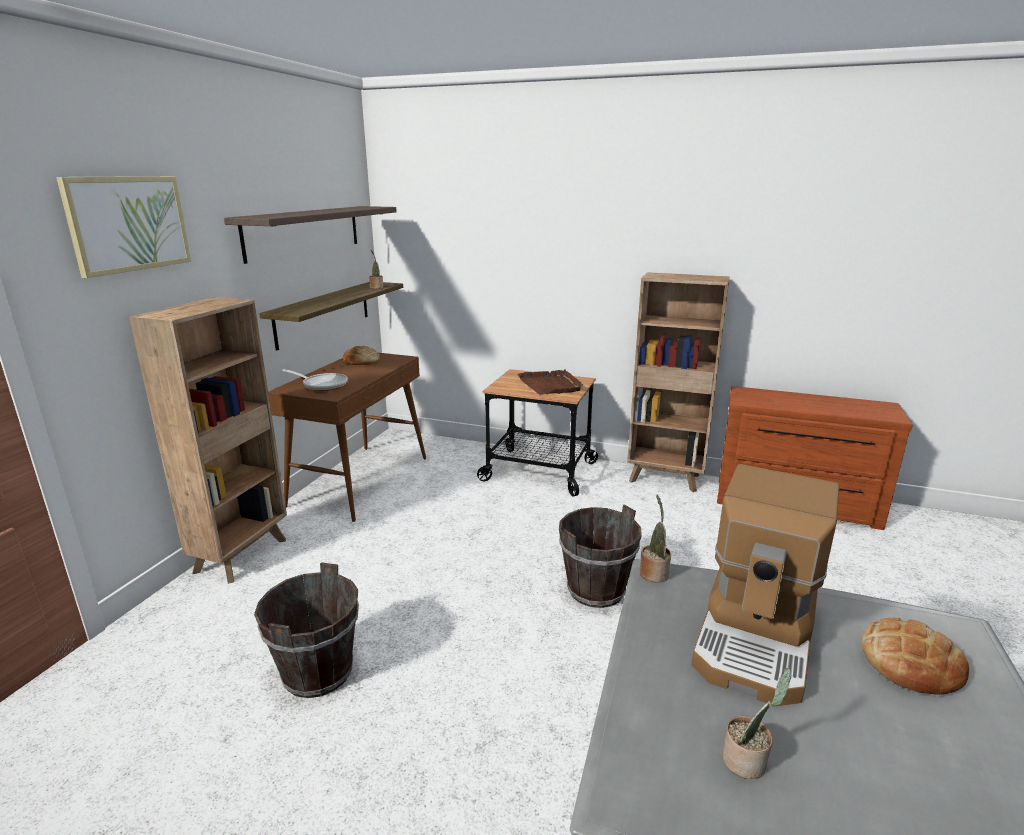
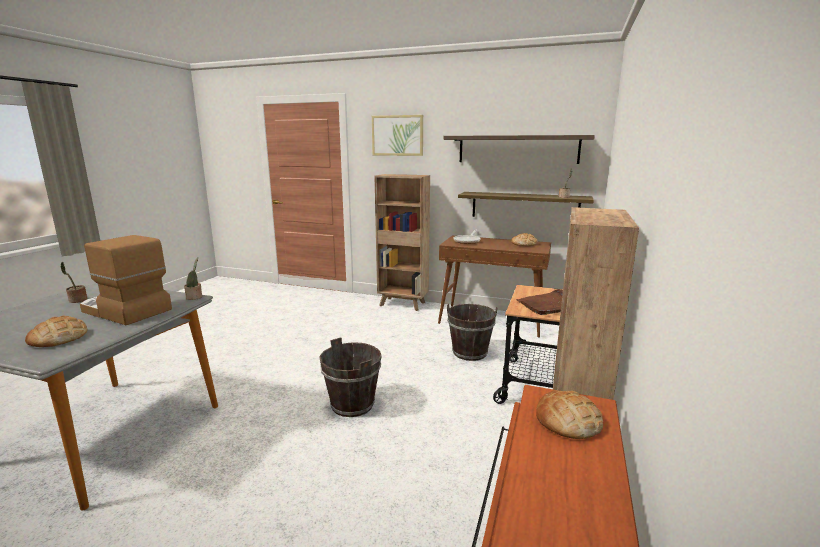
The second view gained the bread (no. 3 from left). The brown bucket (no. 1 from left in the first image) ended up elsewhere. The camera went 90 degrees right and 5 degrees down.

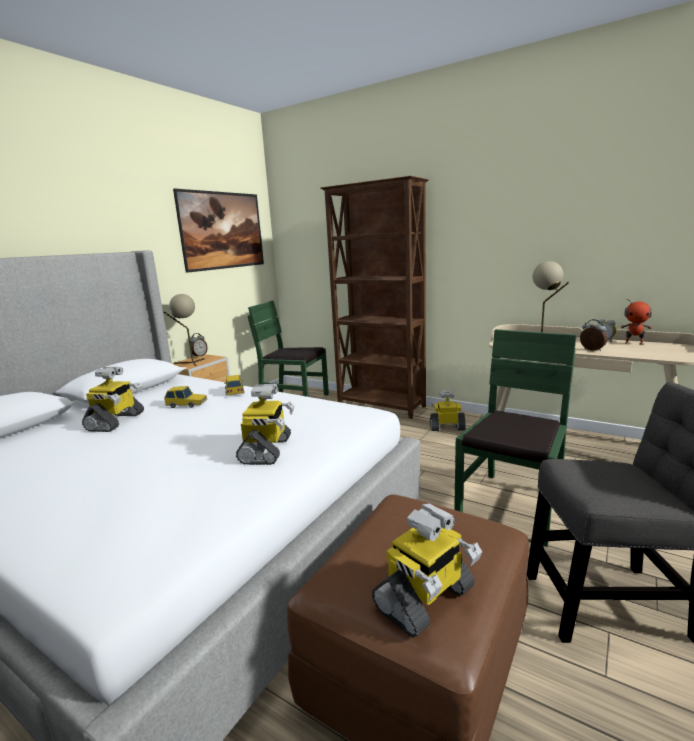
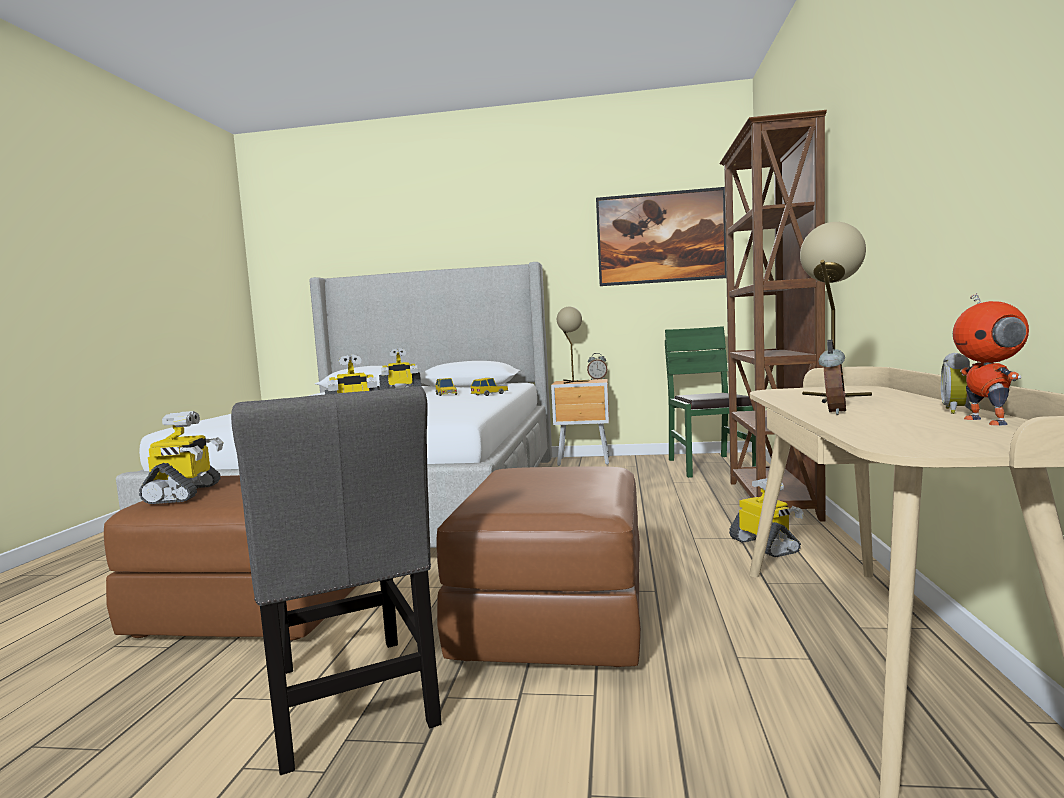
Where the green chair (no. 2 from left) stood, the brown ottoman (no. 2 from left) came to stand. The toy robot (no. 3 from left in the first image) ended up facing another way, 120 degrees counterclockwise from before. The camera went 65 degrees right and 10 degrees down.

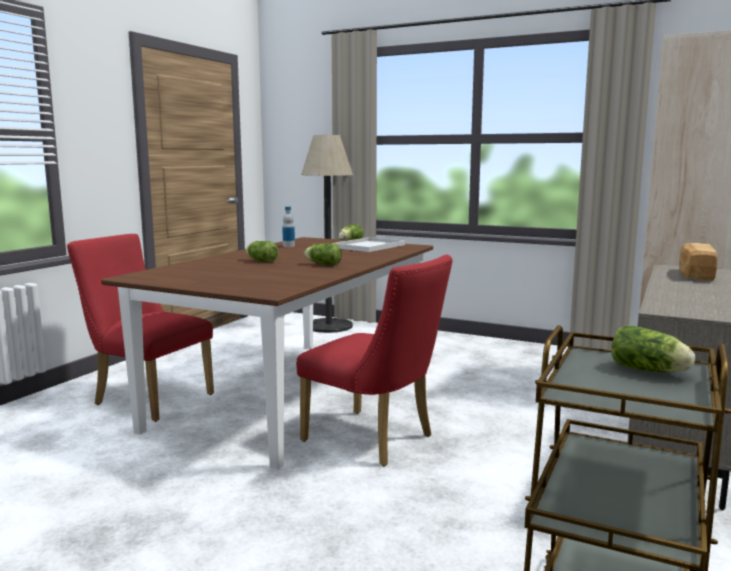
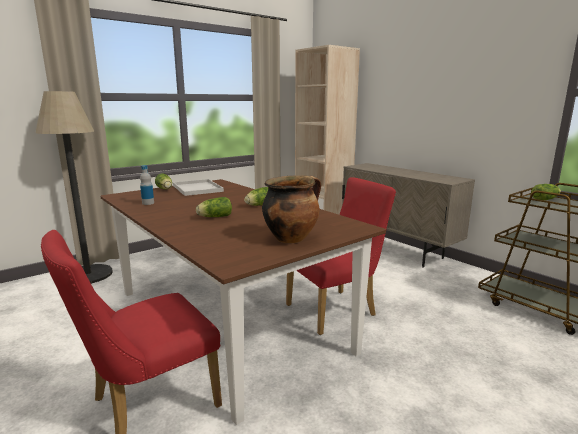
The second view lost the bread. The second view gained the cooking pot. The camera went 65 degrees left and 5 degrees up.

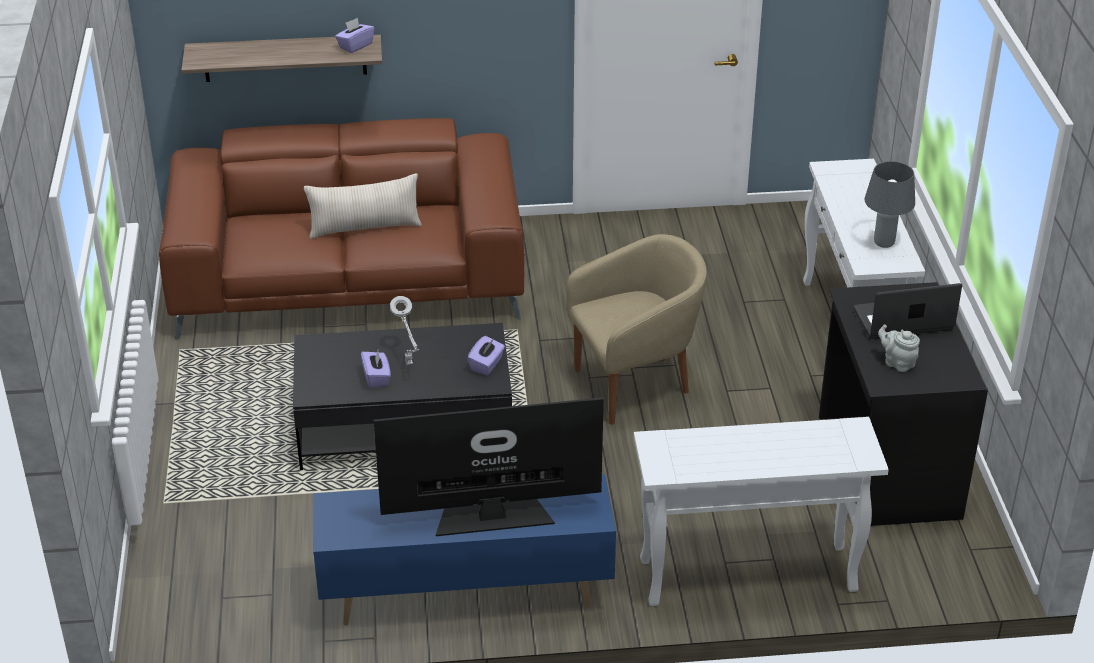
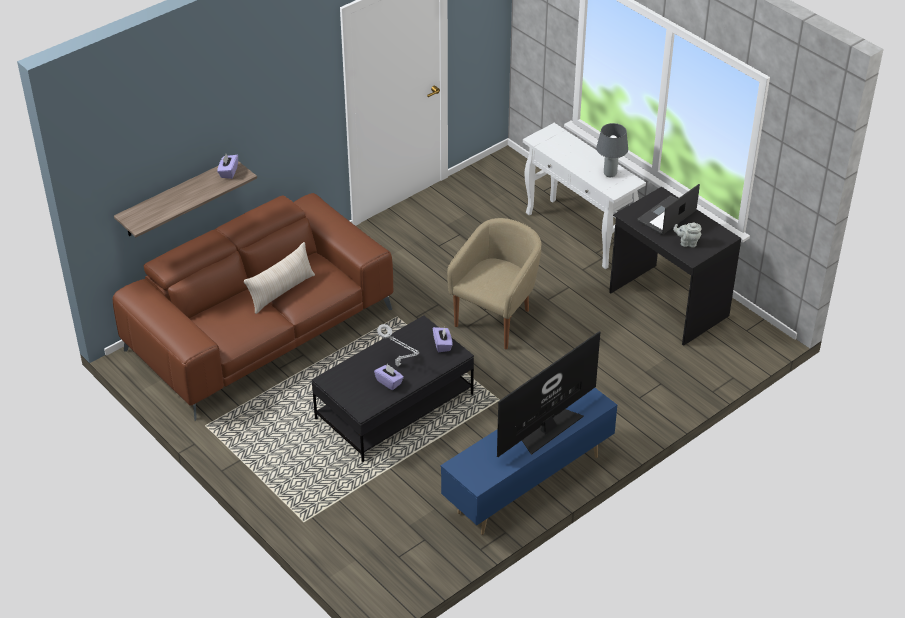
The second view lost the white console table (no. 1 from left). The camera went 35 degrees left and 5 degrees up.

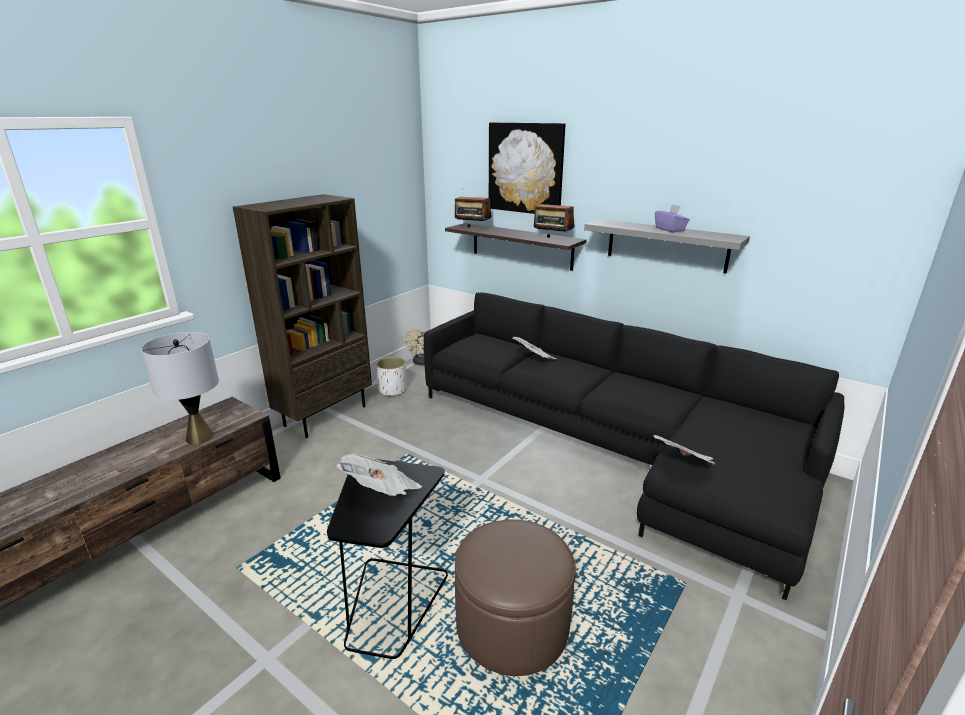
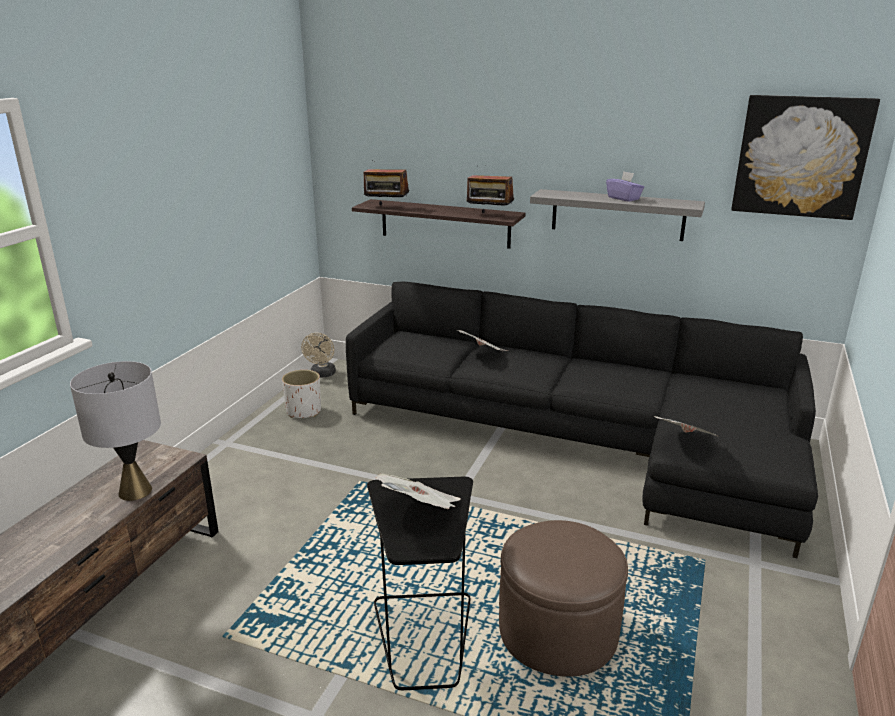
The second view lost the brown bookcase. The picture ended up elsewhere. The camera went 15 degrees left and 0 degrees up.

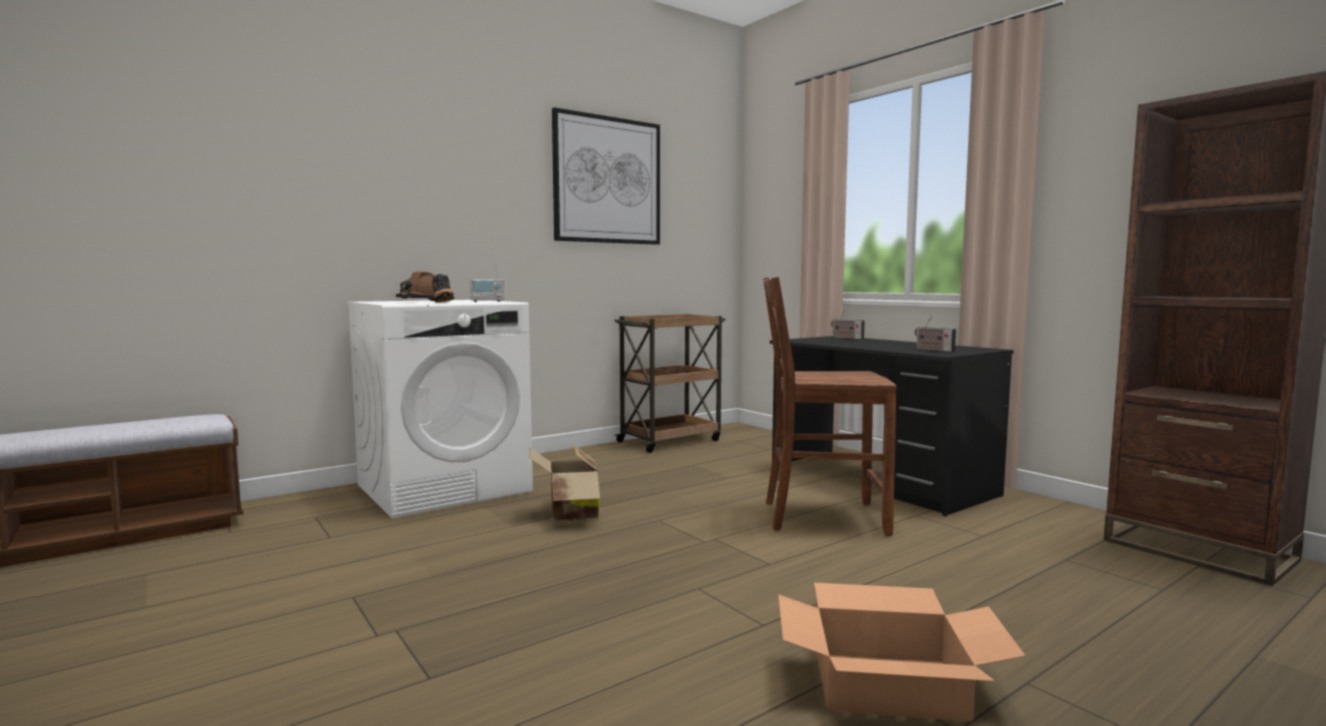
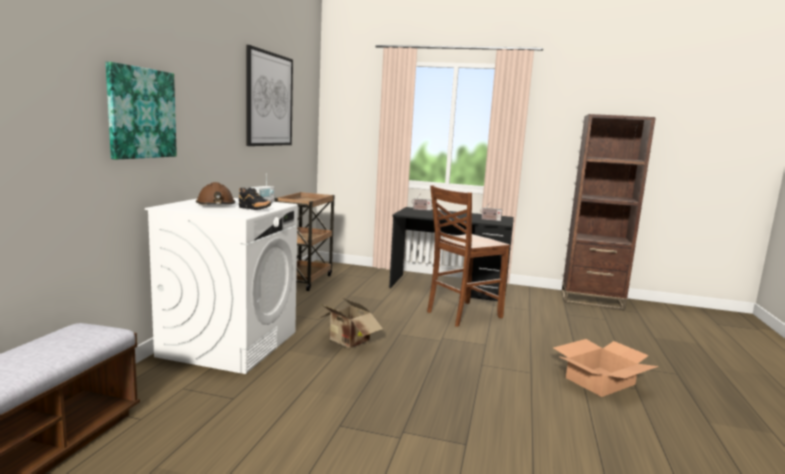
The second view gained the picture (no. 1 from left). The camera went 40 degrees left and 5 degrees up.

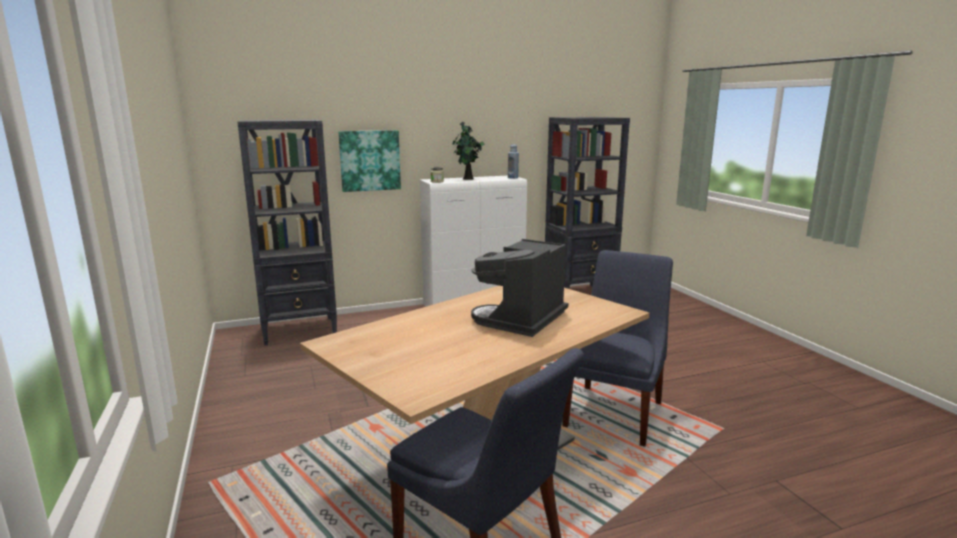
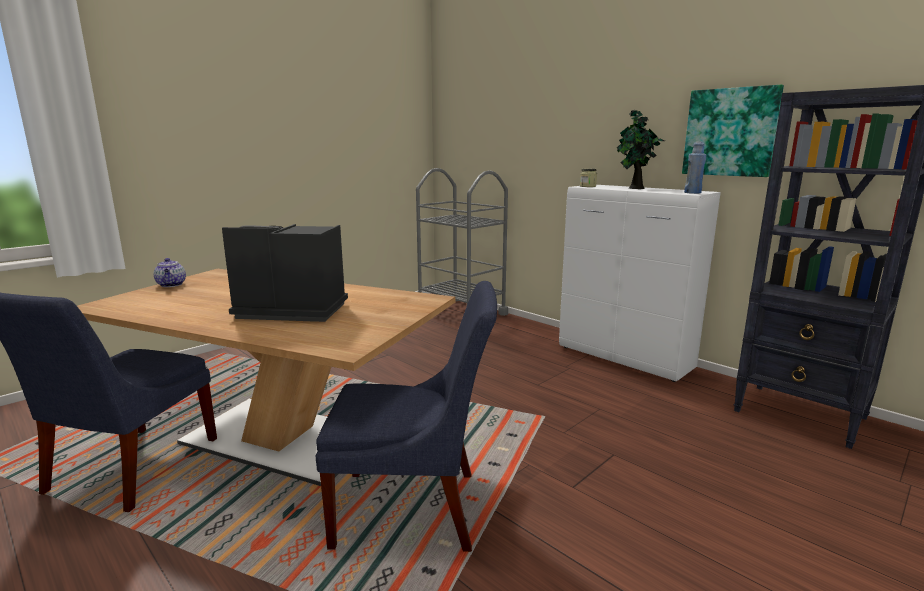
The second view gained the teapot. The picture ended up elsewhere. Where the black bookcase (no. 1 from left) stood, the grey cart came to stand. The camera went 65 degrees right and 0 degrees up.

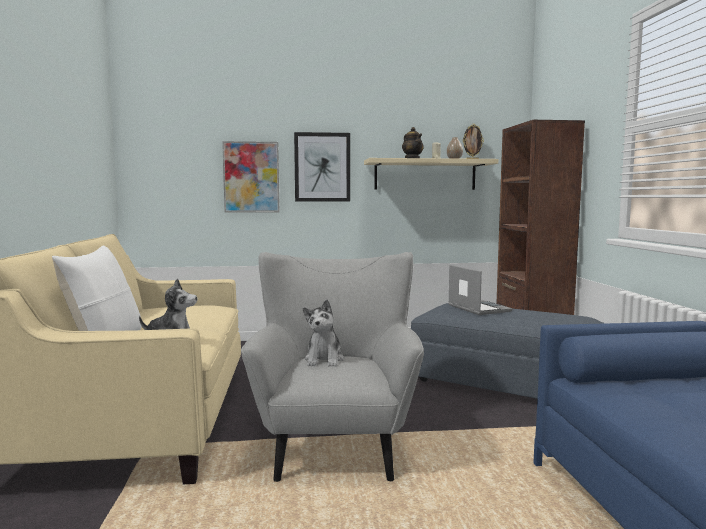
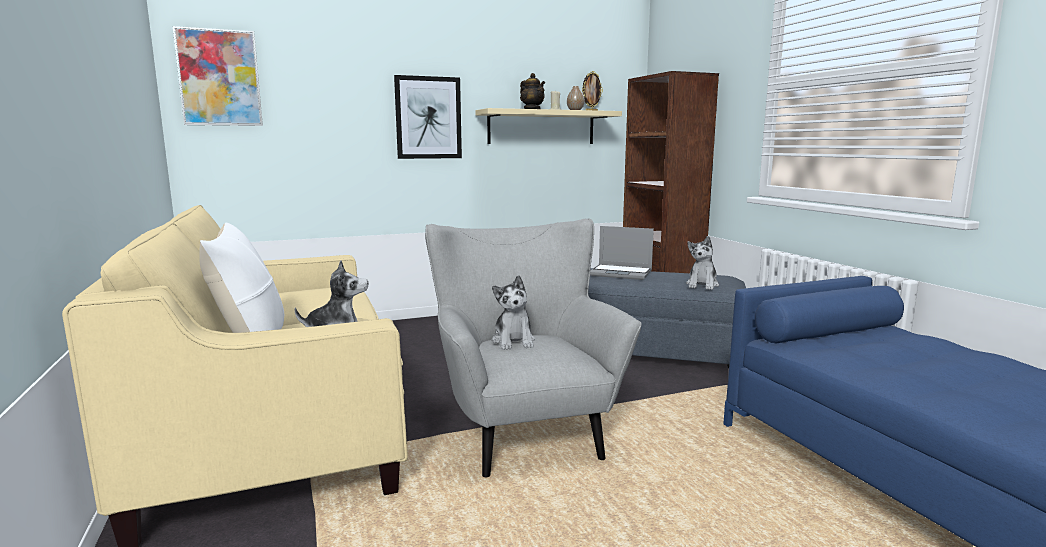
The second view gained the plush toy (no. 3 from left). The picture (no. 1 from left) ended up elsewhere. The laptop ended up facing another way, 150 degrees clockwise from before. The camera went 15 degrees left and 5 degrees up.

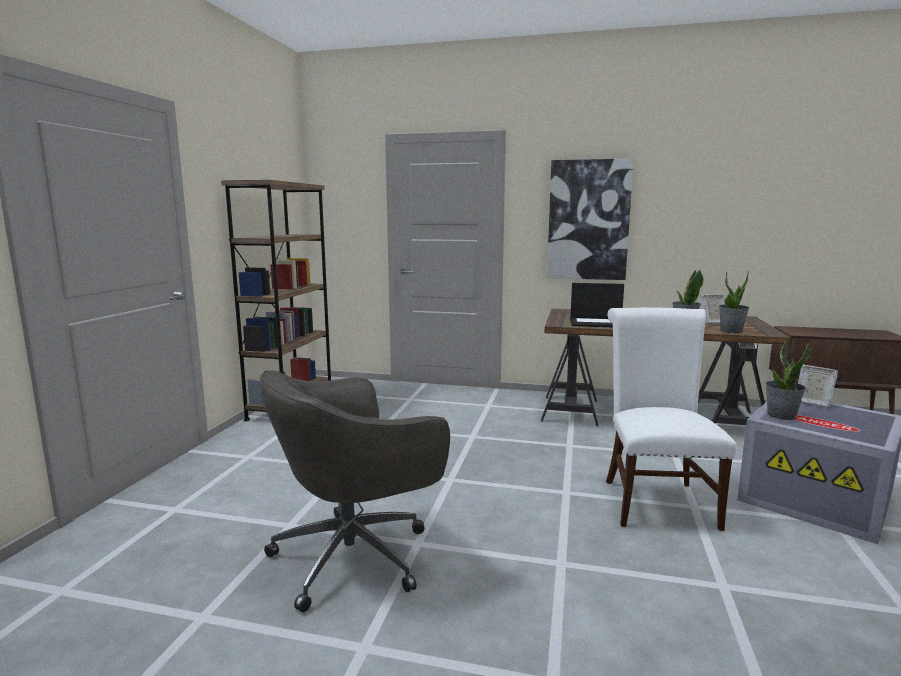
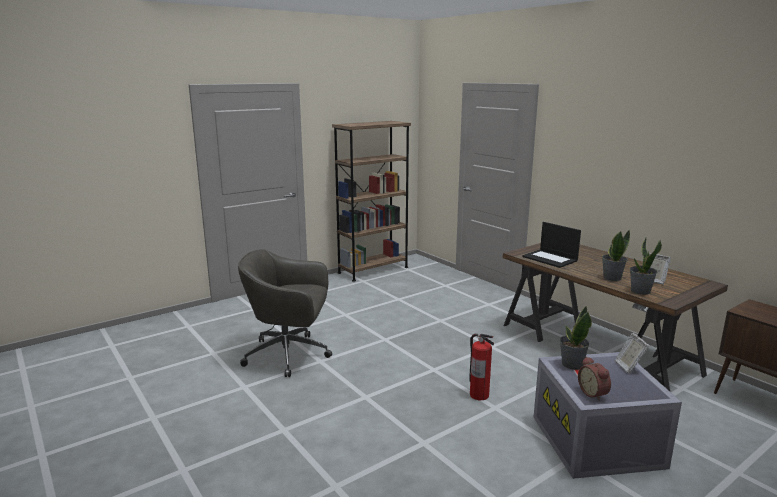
The second view lost the picture. The second view gained the alarm clock. Where the white chair stood, the fire extinguisher came to stand. The camera went 40 degrees right and 5 degrees up.

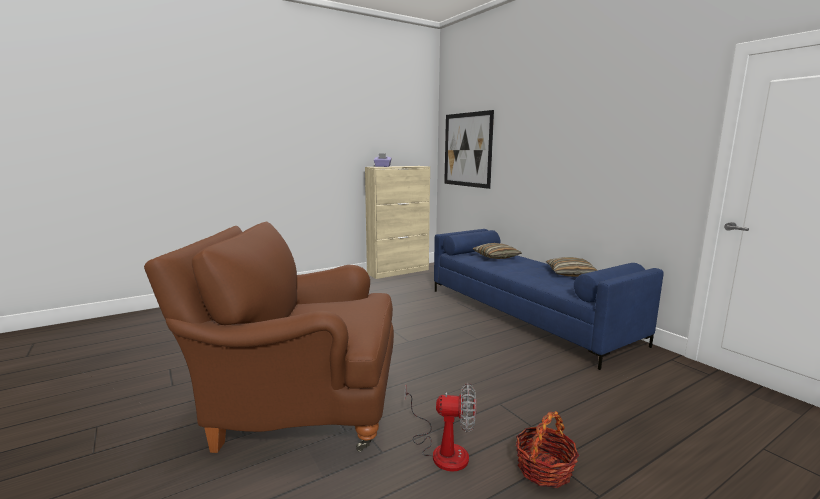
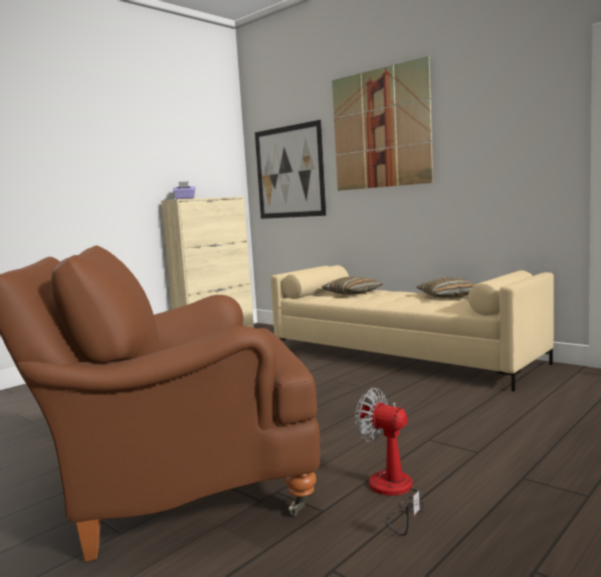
The second view lost the basket. The second view gained the picture (no. 2 from left). What was the blue sofa turned into the beige sofa. The fan ended up facing another way, 135 degrees counterclockwise from before. The camera went 15 degrees left and 5 degrees down.

